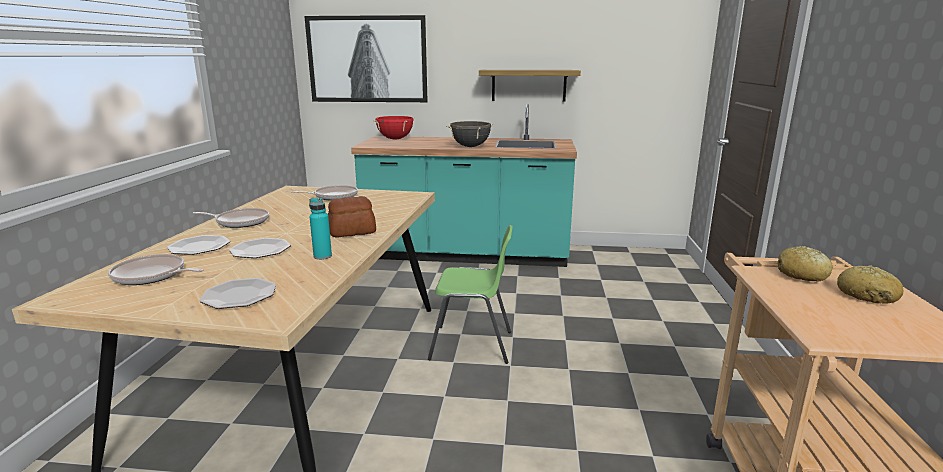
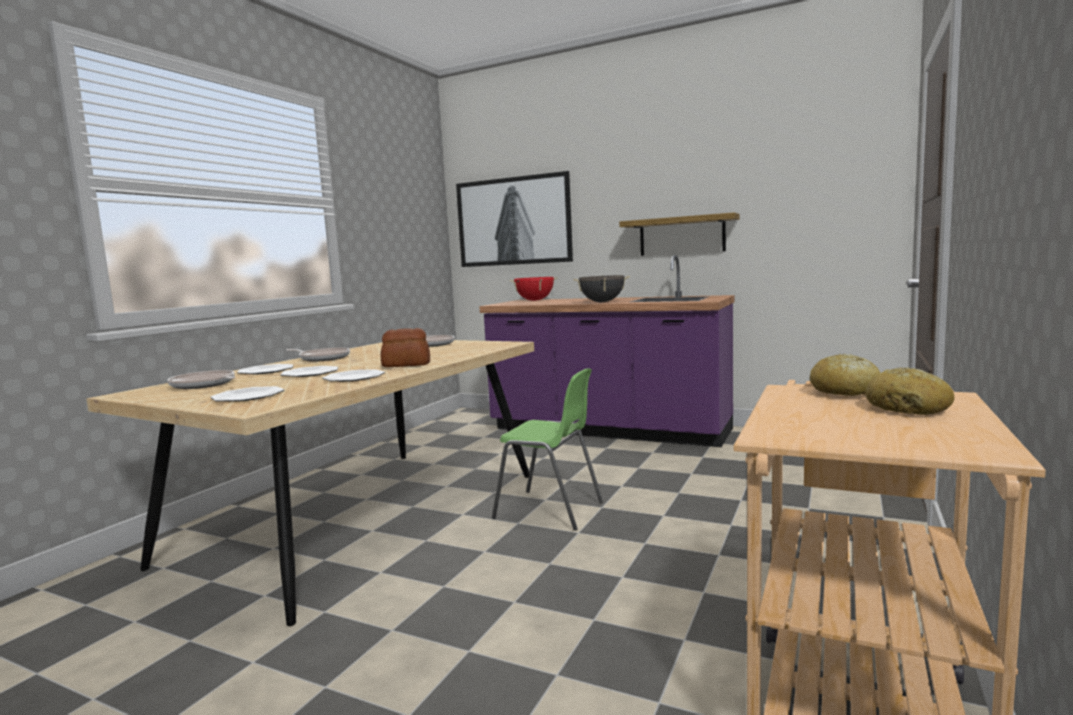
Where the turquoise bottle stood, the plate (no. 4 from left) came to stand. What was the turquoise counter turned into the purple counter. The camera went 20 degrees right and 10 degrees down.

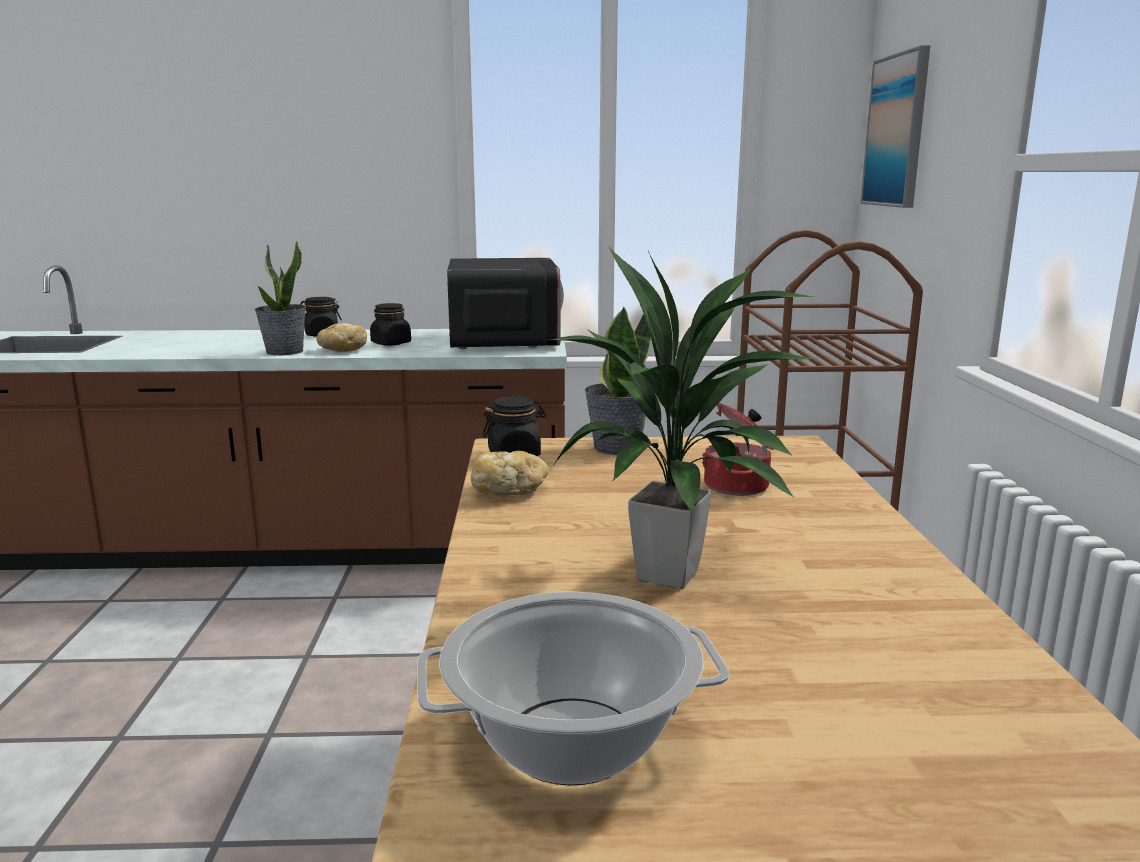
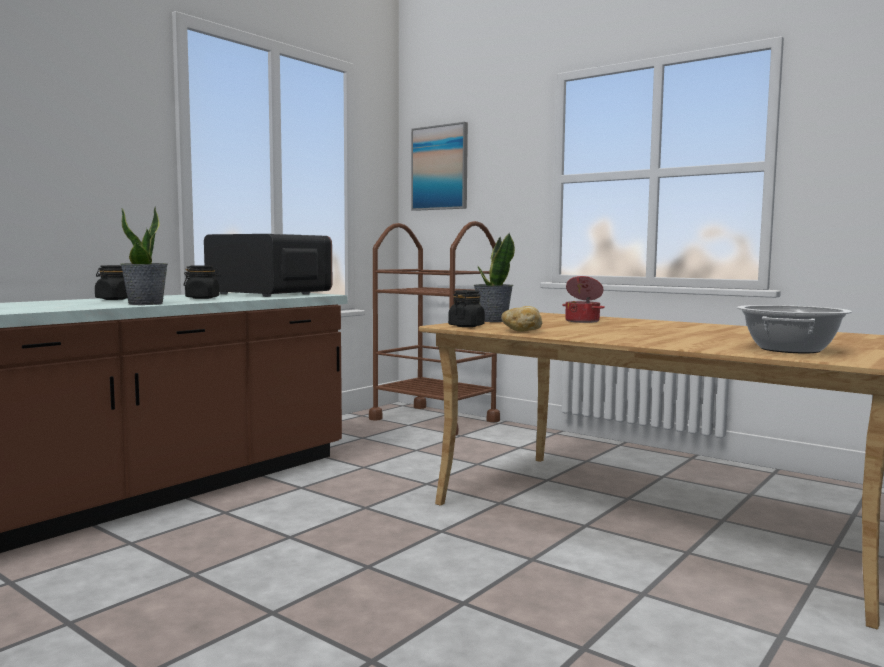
The second view lost the bread (no. 1 from left). The second view lost the potted plant (no. 3 from left). The camera went 50 degrees left and 10 degrees down.

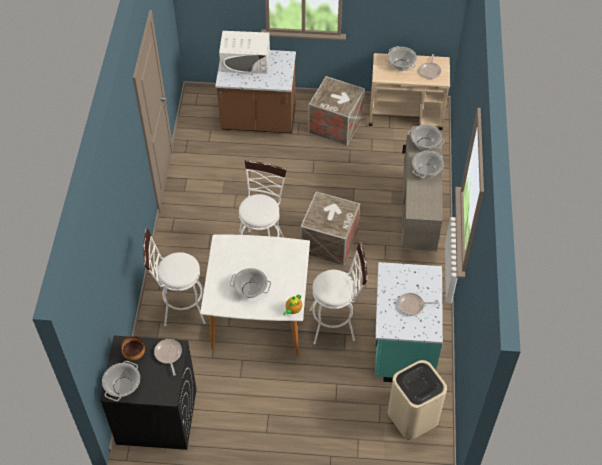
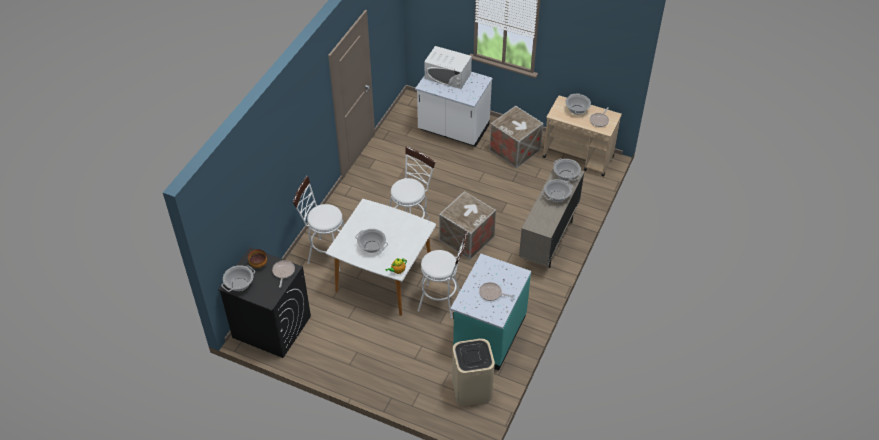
What was the brown counter turned into the white counter. The camera went 20 degrees right and 5 degrees down.

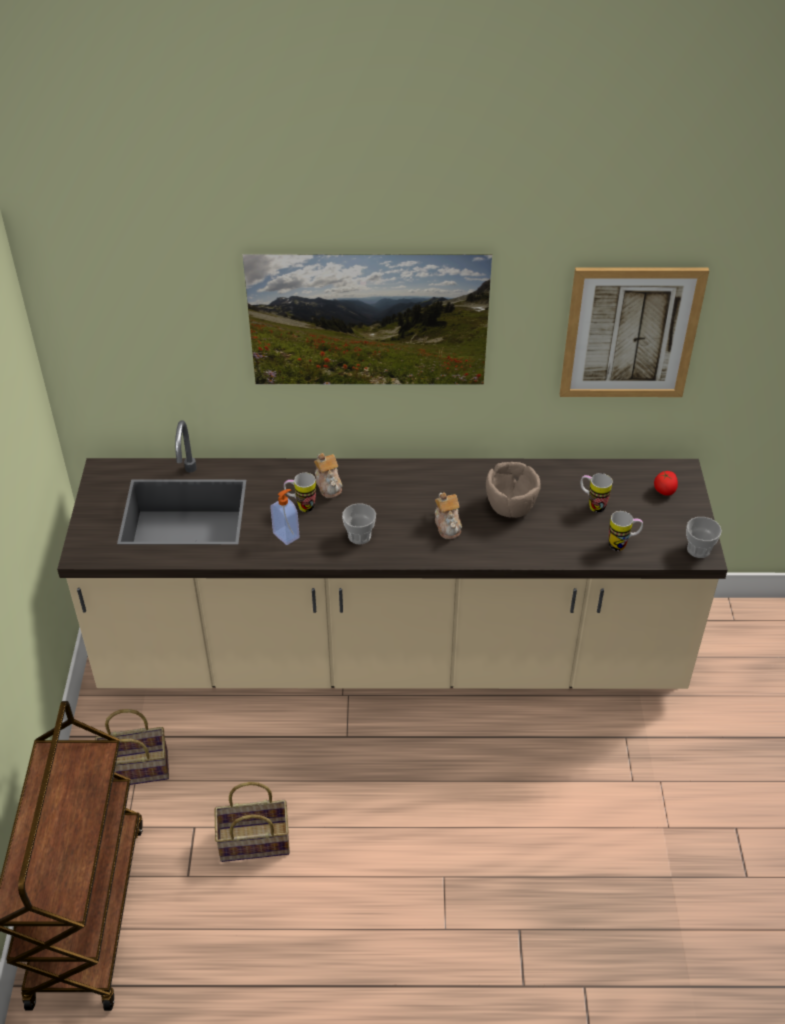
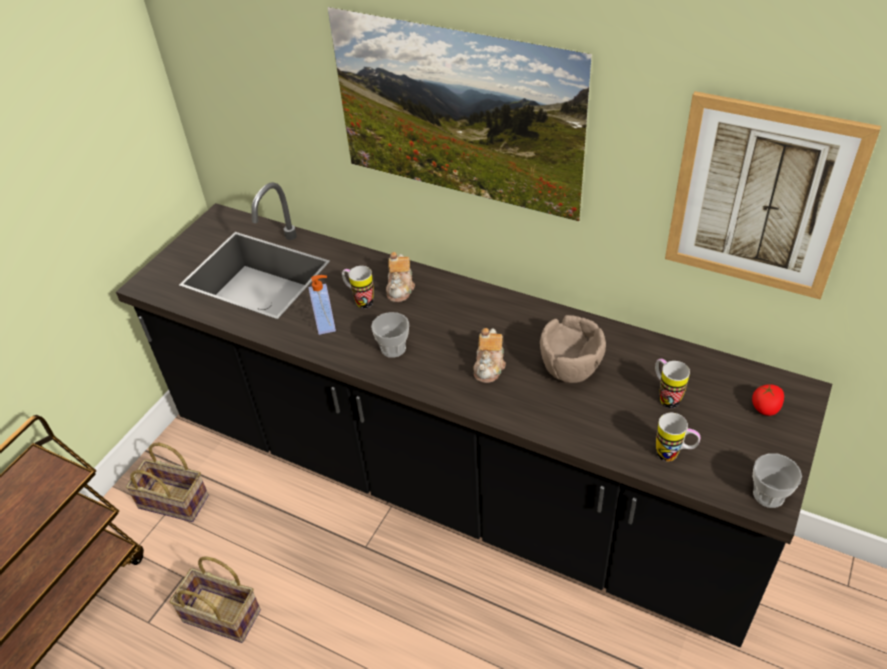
What was the beige counter turned into the black counter. The camera went 30 degrees right and 0 degrees up.

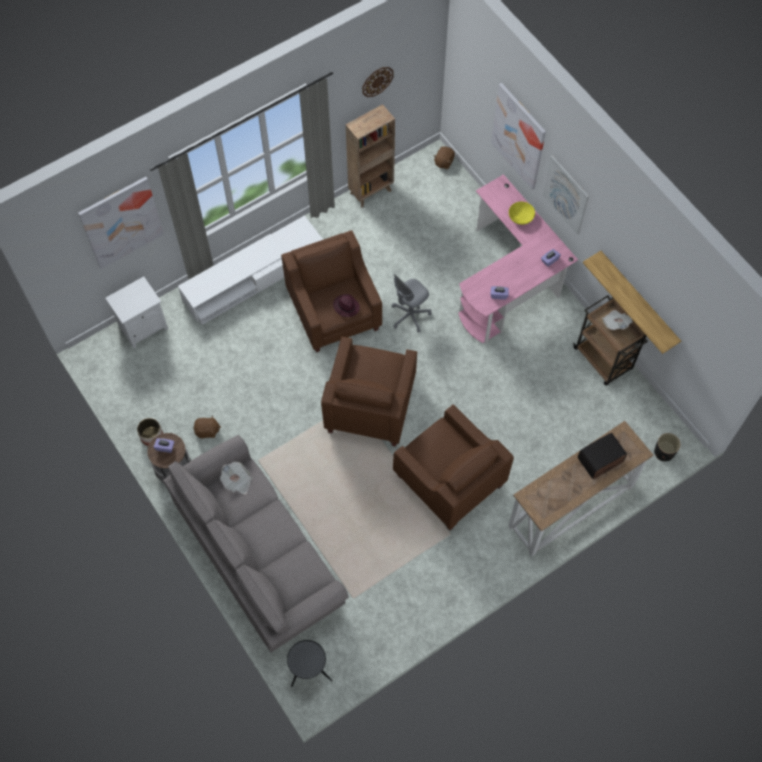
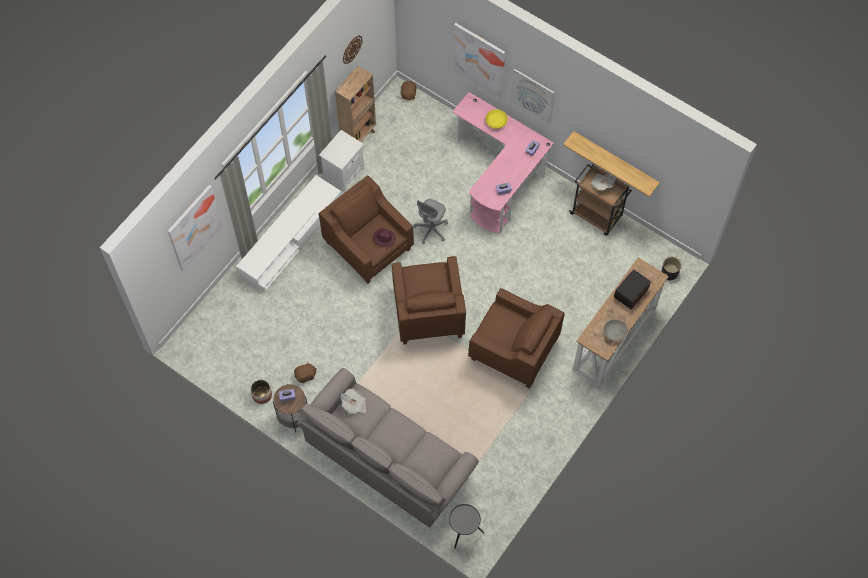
The second view gained the grey bowl. The white nightstand ended up elsewhere. The camera went 20 degrees left and 0 degrees up.

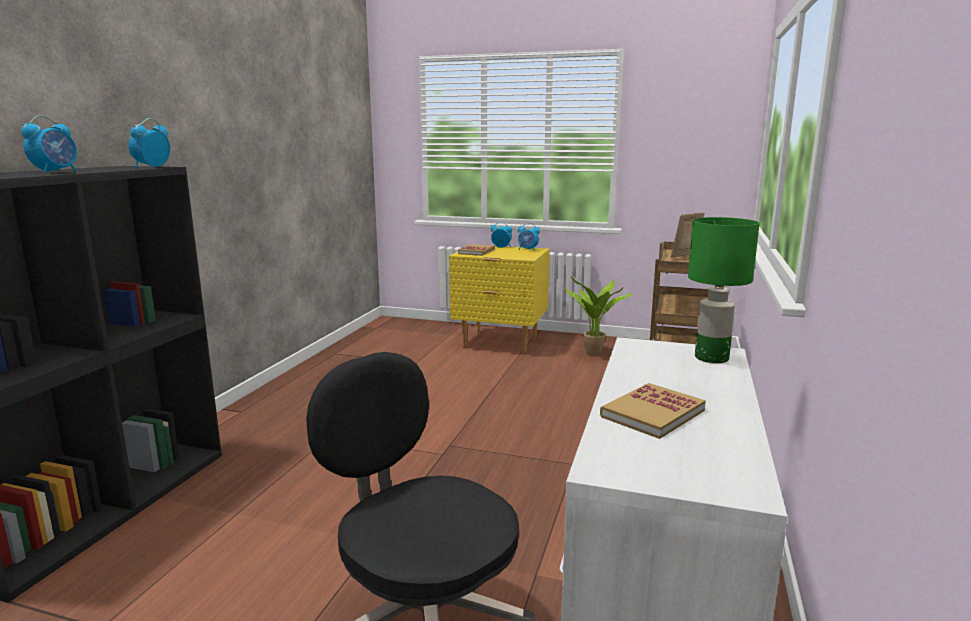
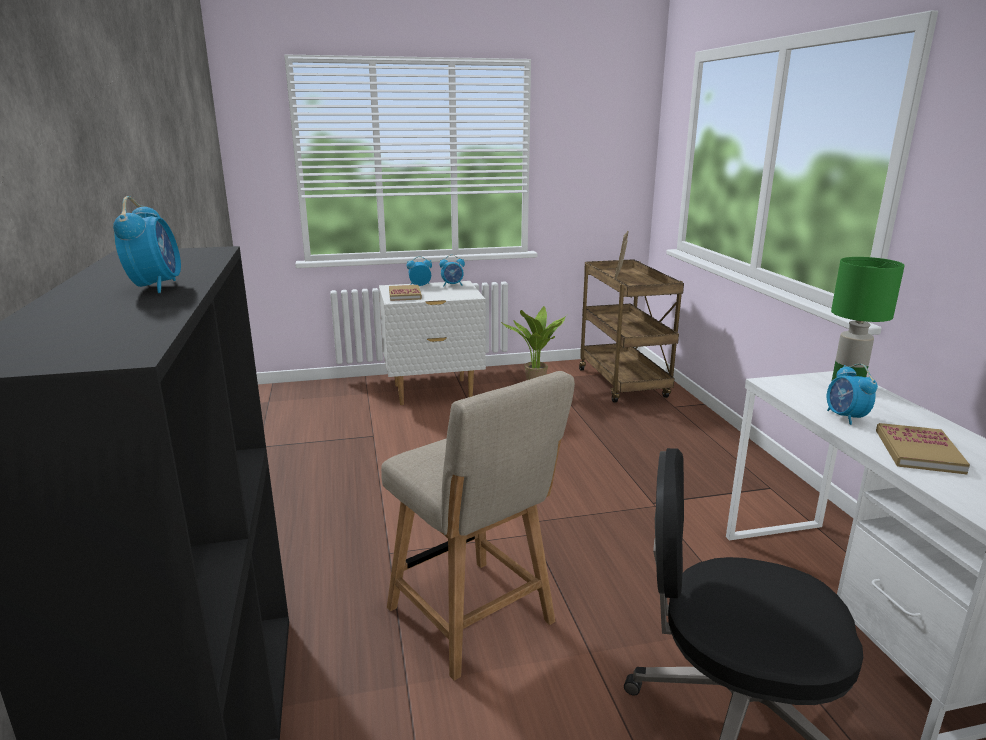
The second view gained the beige chair. The alarm clock (no. 2 from left in the first image) ended up elsewhere. What was the yellow nightstand turned into the white nightstand. The camera went 30 degrees left and 5 degrees up.

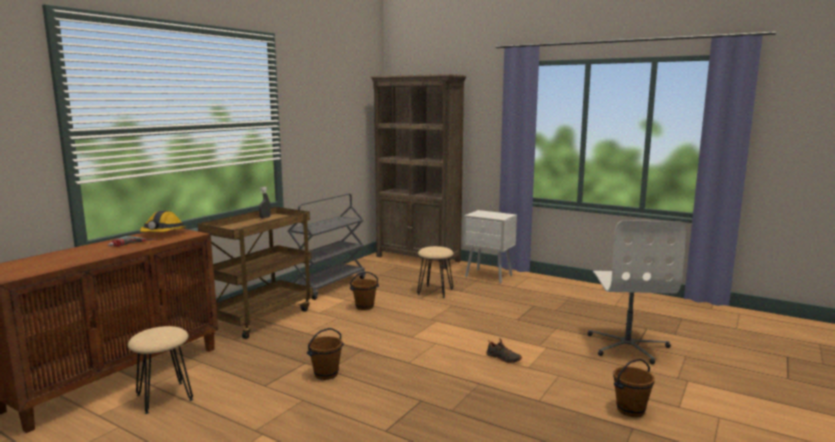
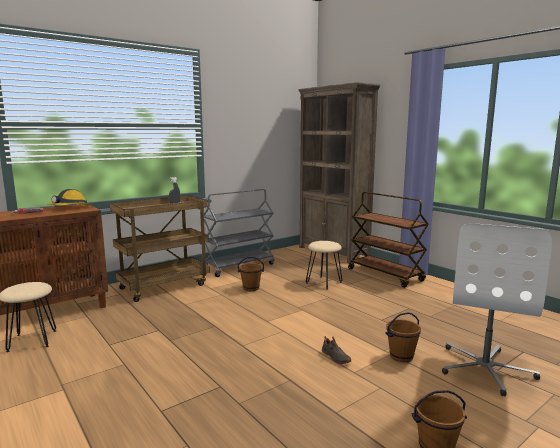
The brown bucket (no. 1 from left in the first image) ended up elsewhere. Where the white nightstand stood, the brown cart (no. 2 from left) came to stand. The camera went 20 degrees right and 0 degrees up.

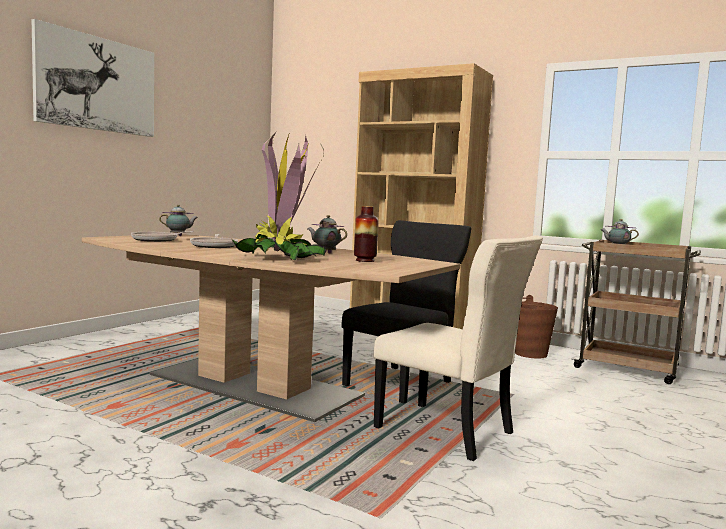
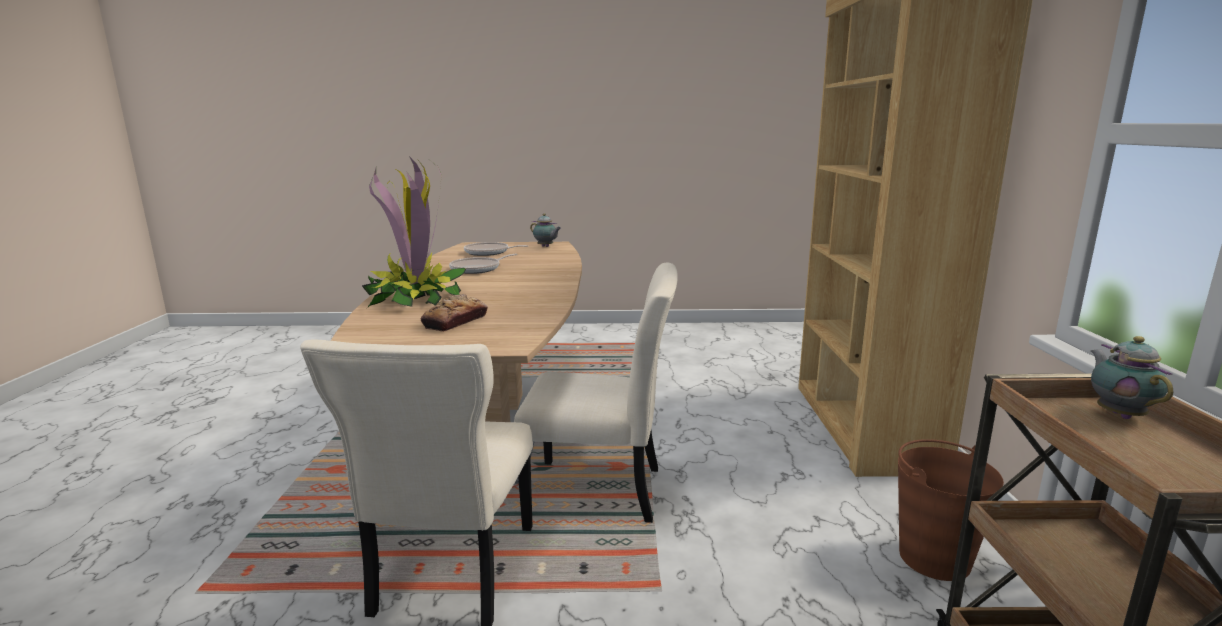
The second view lost the picture. The second view lost the teapot (no. 2 from left). Where the vase stood, the bread came to stand. What was the black chair turned into the beige chair (no. 2 from left). The camera went 60 degrees right and 10 degrees up.

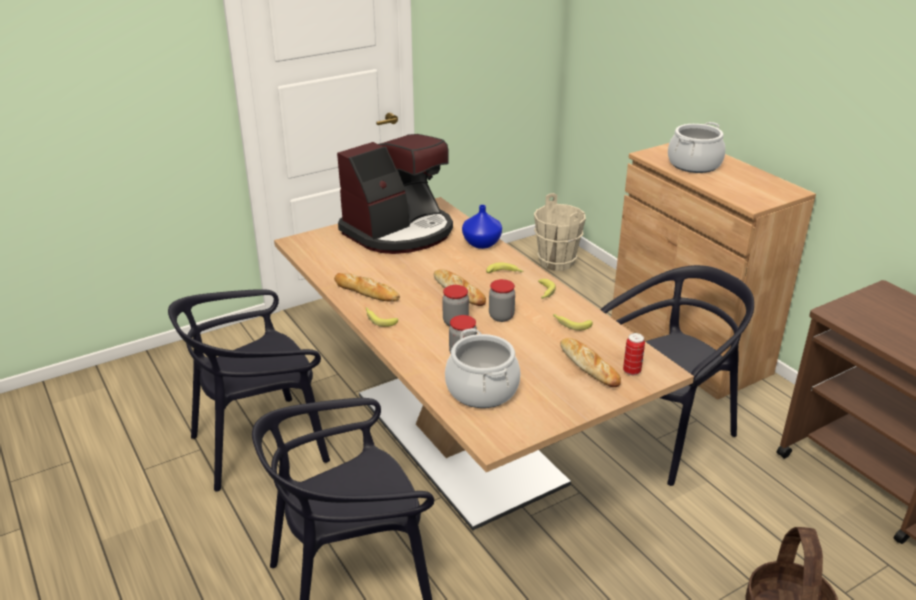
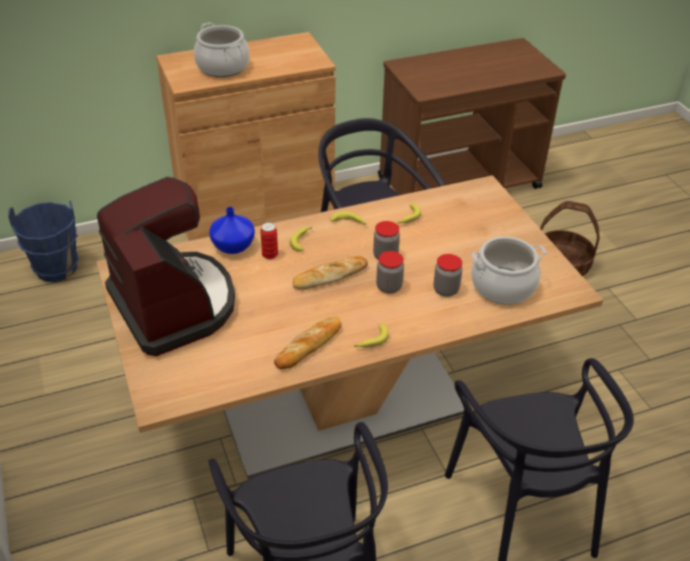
The second view lost the bread (no. 3 from left). The can ended up elsewhere. What was the beige bucket turned into the blue bucket. The camera went 80 degrees left and 10 degrees up.

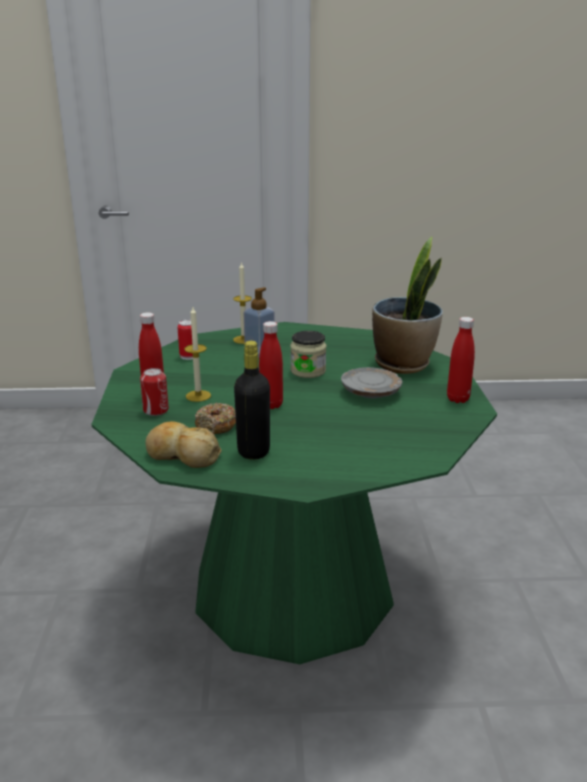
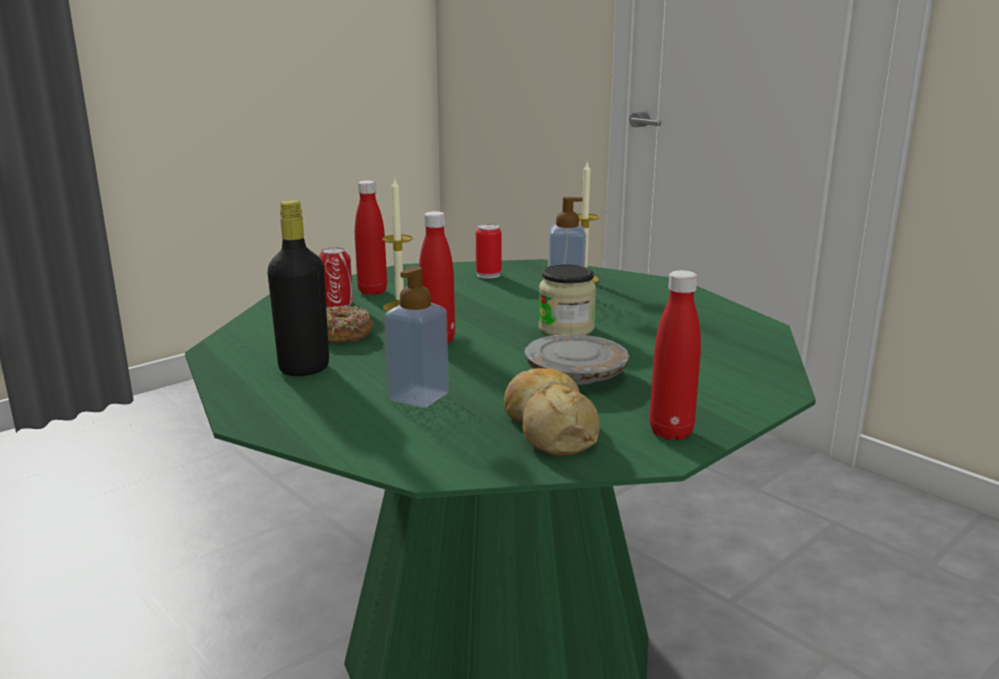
The second view lost the potted plant. The second view gained the soap dispenser (no. 1 from left). The bread ended up elsewhere. The camera went 50 degrees right and 5 degrees down.

